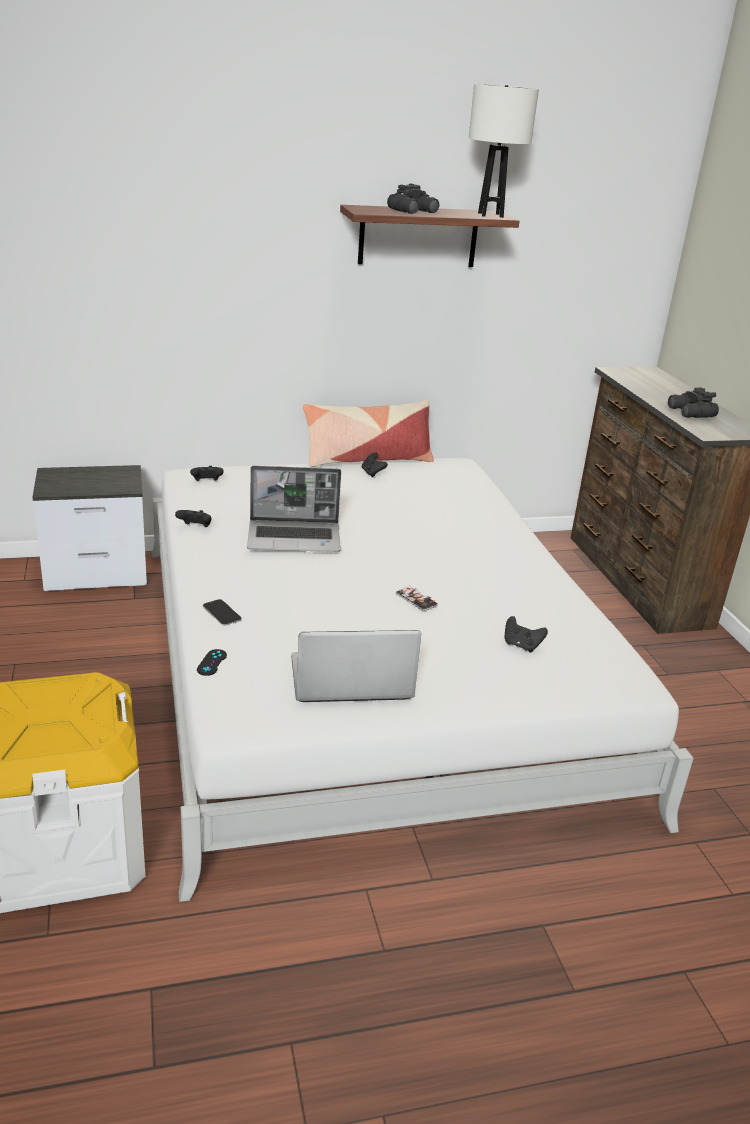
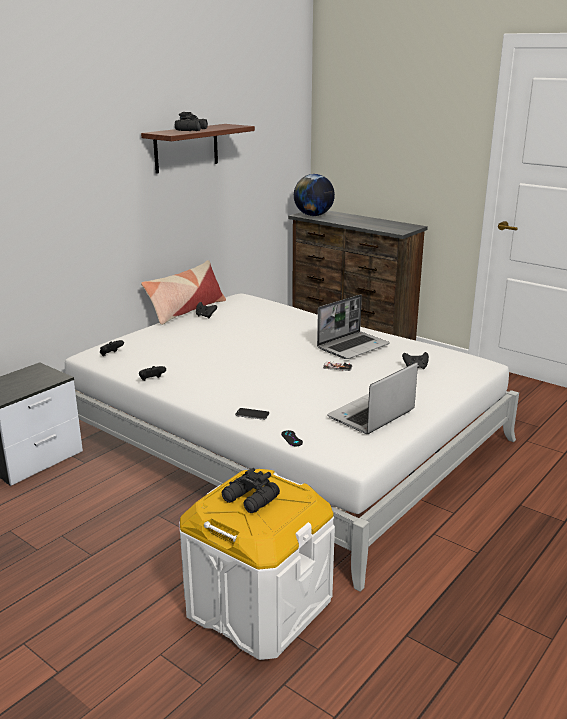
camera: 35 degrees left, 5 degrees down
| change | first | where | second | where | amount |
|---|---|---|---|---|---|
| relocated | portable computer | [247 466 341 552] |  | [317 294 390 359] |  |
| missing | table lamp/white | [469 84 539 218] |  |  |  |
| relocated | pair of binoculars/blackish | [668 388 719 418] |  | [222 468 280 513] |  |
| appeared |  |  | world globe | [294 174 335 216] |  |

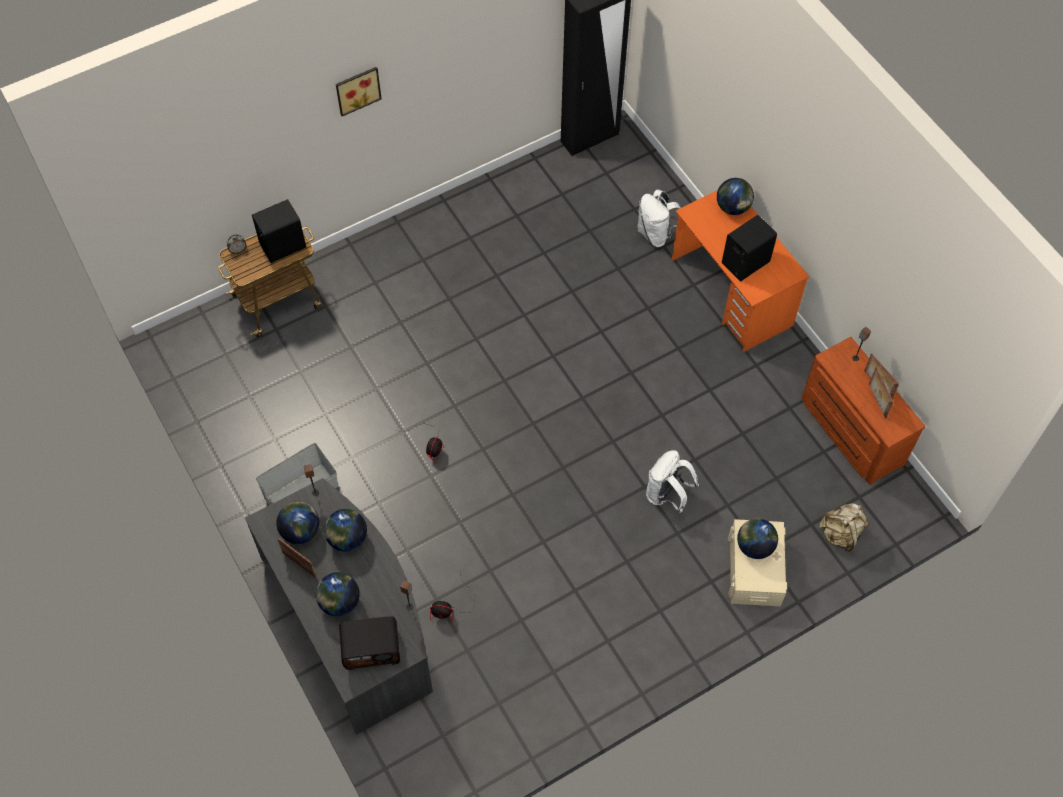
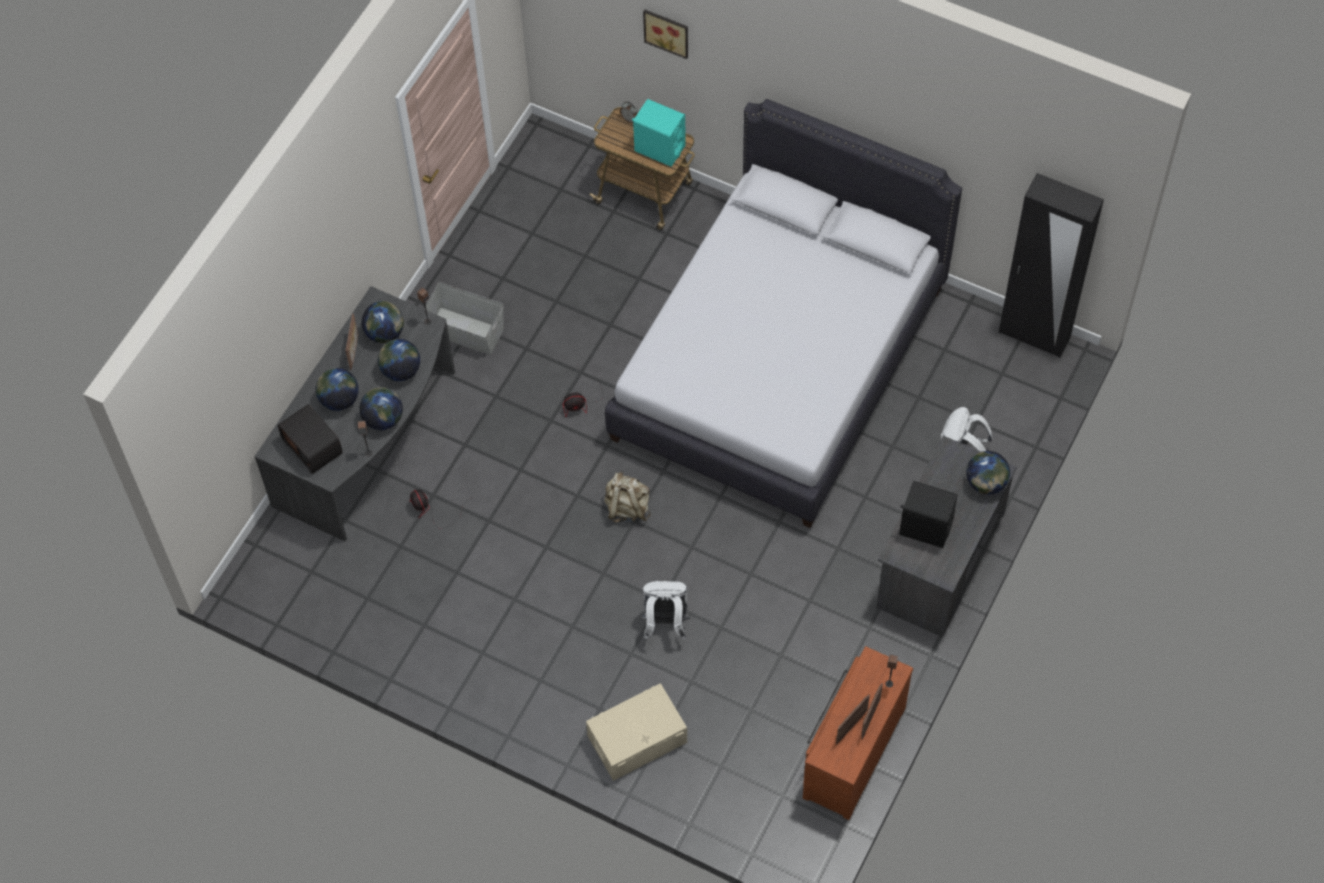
camera: 60 degrees right, 0 degrees up
| change | first | where | second | where | amount |
|---|---|---|---|---|---|
| colour | speaker/blackish | [252 199 306 263] | speaker/turquoise-coloured | [632 99 686 167] |  |
| relocated | wall art | [336 67 382 116] |  | [643 9 688 59] |  |
| colour | desk table/orange | [672 190 809 352] | desk table/greyish | [876 436 1017 637] |  |
| relocated | world globe | [737 519 778 559] |  | [360 387 403 430] |  |
| relocated | backpack/sand-coloured | [819 503 869 552] |  | [604 471 650 523] |  |
| appeared |  |  | sleeping bed/white | [605 99 962 528] |  |

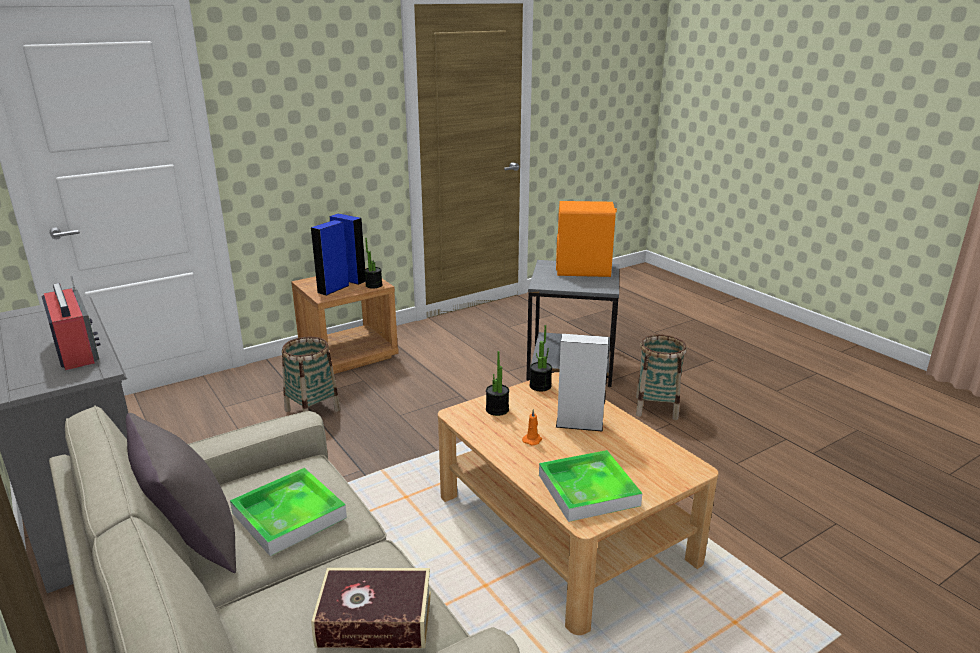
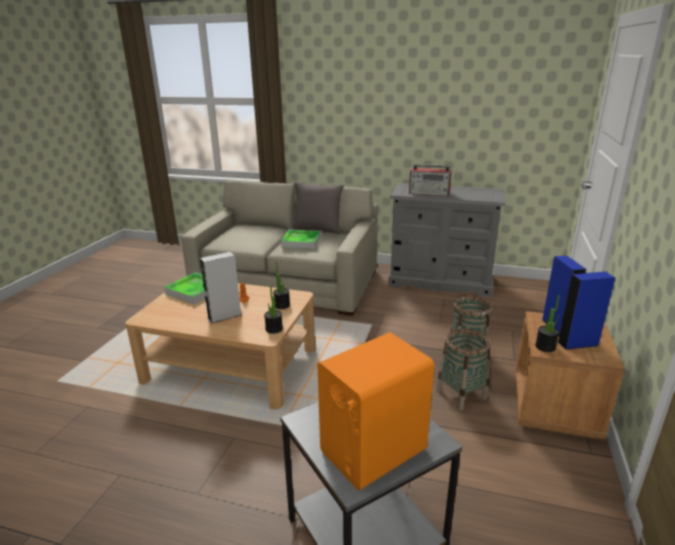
camera: 140 degrees right, 0 degrees up
| change | first | where | second | where | amount |
|---|---|---|---|---|---|
| missing | volume | [311 568 431 648] |  |  |  |
| relocated | basket | [636 334 687 420] |  | [436 329 490 411] |  |

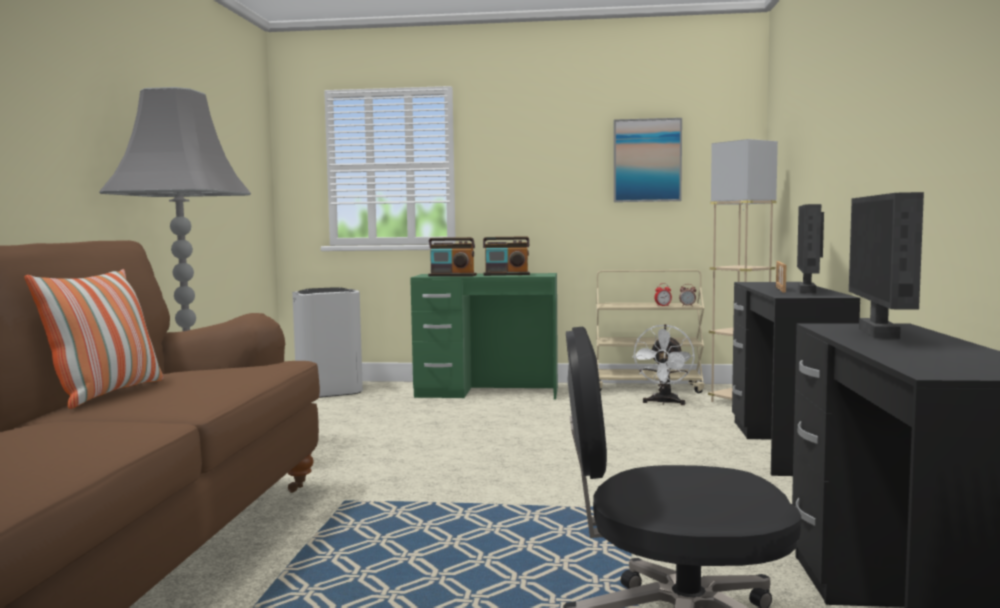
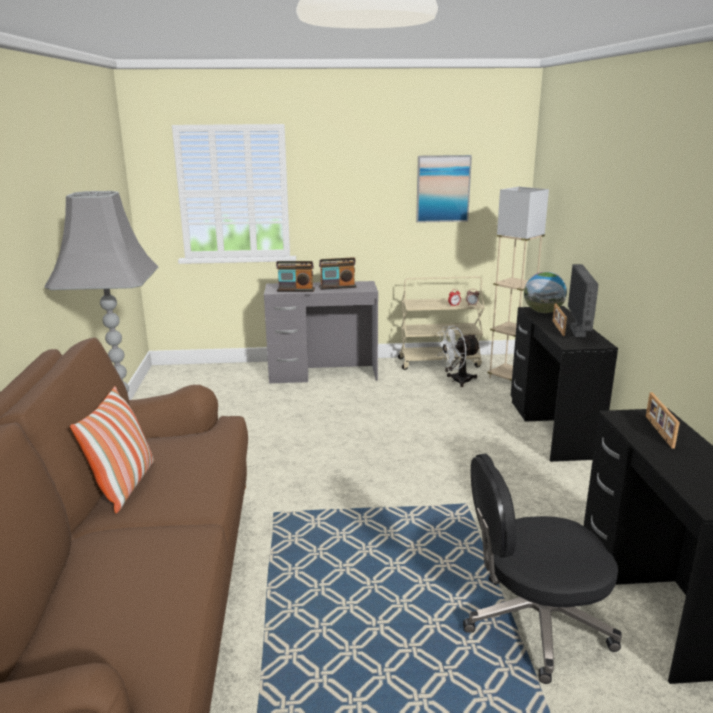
camera: 10 degrees left, 15 degrees up
| change | first | where | second | where | amount |
|---|---|---|---|---|---|
| missing | trash can/white | [292 287 363 398] |  |  |  |
| colour | desk table/green-coloured | [410 273 558 400] | desk table/greyish | [264 281 378 384] |  |
| spun | electric fan/white | [632 324 695 405] |  | [436 325 481 387] | 60 degrees clockwise |
| exchanged | computer screen | [849 192 924 339] | standing frame | [646 392 680 449] |  |
| appeared |  |  | world globe | [524 272 567 313] |  |

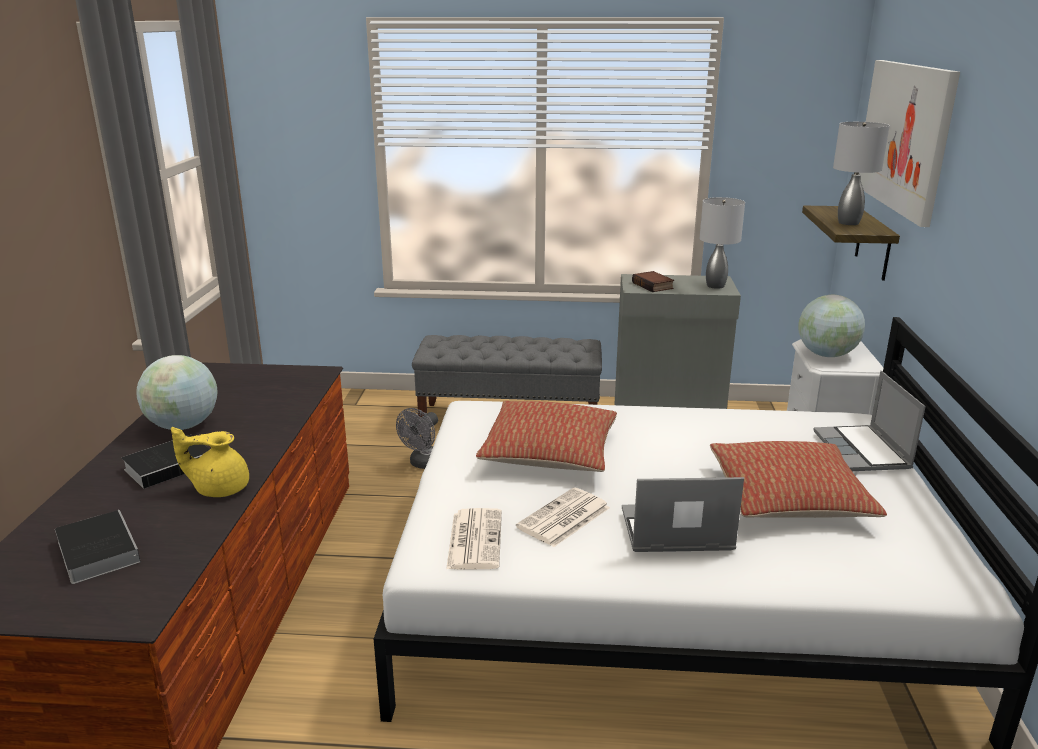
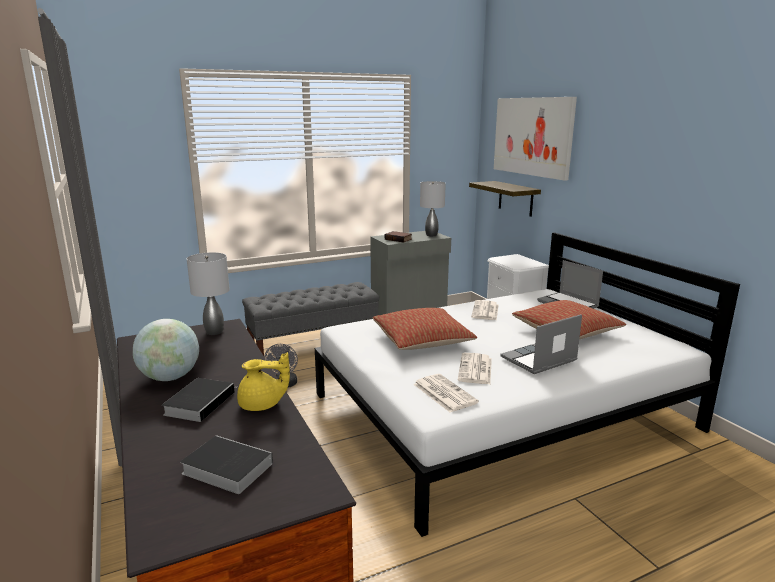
camera: 30 degrees left, 5 degrees down
| change | first | where | second | where | amount |
|---|---|---|---|---|---|
| spun | pot for tea/yellowish | [171 427 249 497] |  | [237 352 290 411] | 150 degrees counterclockwise |
| missing | world globe | [798 295 865 357] |  |  |  |
| relocated | table lamp/greyish | [833 122 890 225] |  | [187 252 230 335] |  |
| appeared |  |  | printed paper | [471 300 499 320] |  |

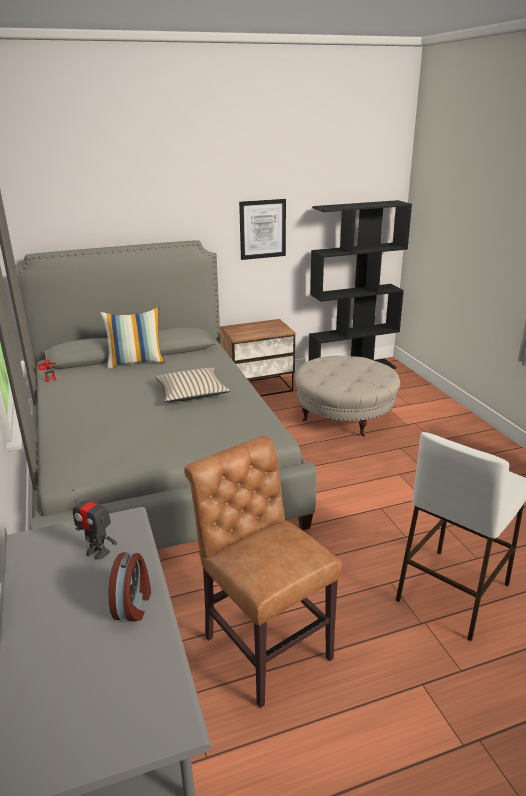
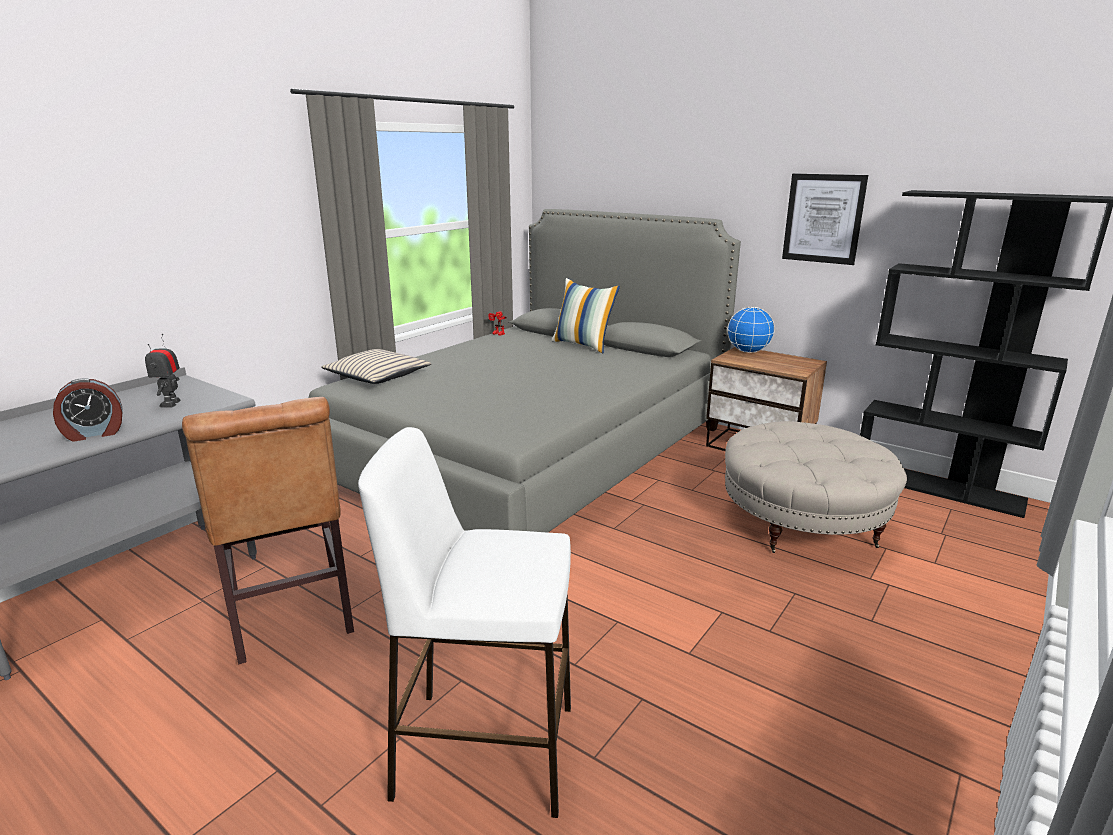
camera: 55 degrees right, 5 degrees down
| change | first | where | second | where | amount |
|---|---|---|---|---|---|
| relocated | cushion/sand-coloured | [155 368 230 402] |  | [321 349 431 384] |  |
| spun | plain chair/brown-coloured | [184 436 342 708] |  | [182 397 354 664] | 135 degrees clockwise |
| appeared |  |  | world globe | [727 307 775 353] |  |

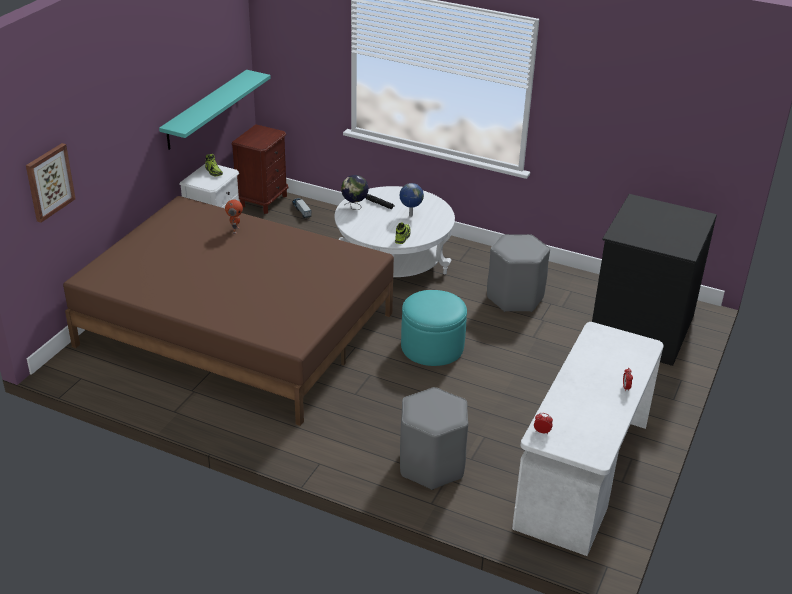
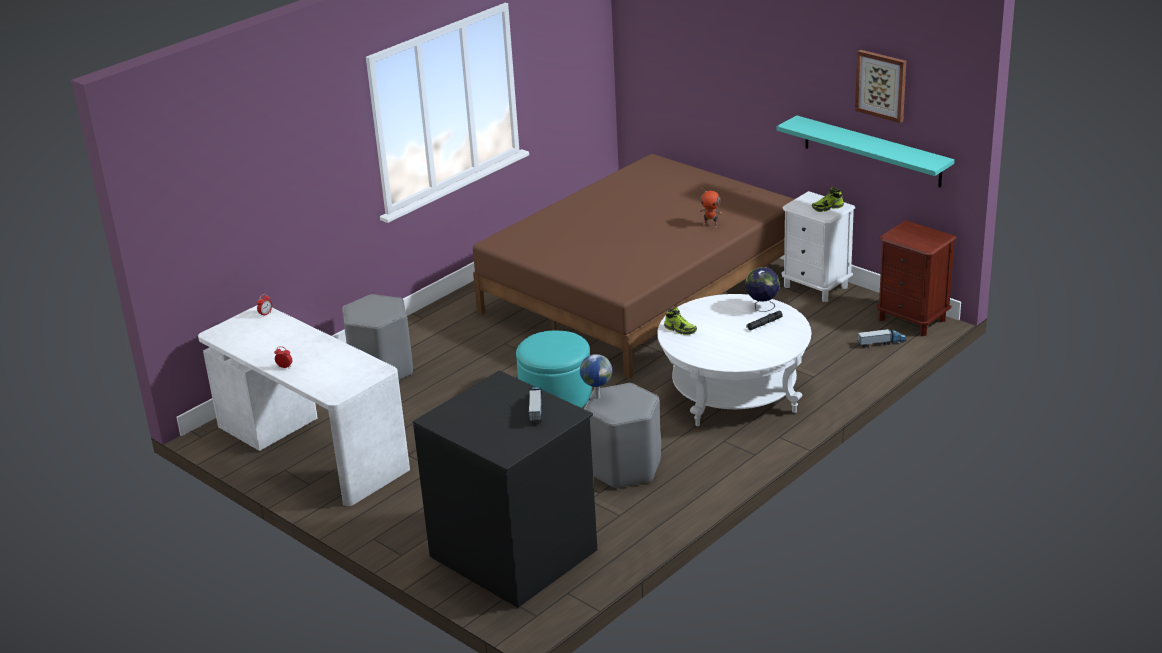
camera: 110 degrees right, 5 degrees down
| change | first | where | second | where | amount |
|---|---|---|---|---|---|
| relocated | wall art | [26 143 76 223] |  | [855 50 906 123] |  |
| relocated | world globe | [400 183 424 217] |  | [580 354 612 399] |  |
| appeared |  |  | toy truck | [529 387 542 424] |  |

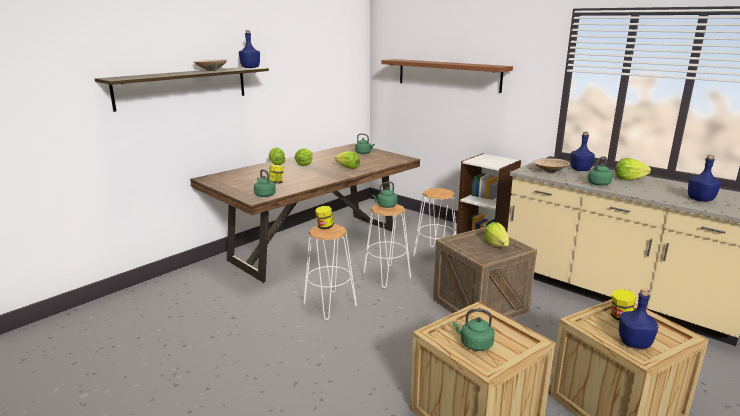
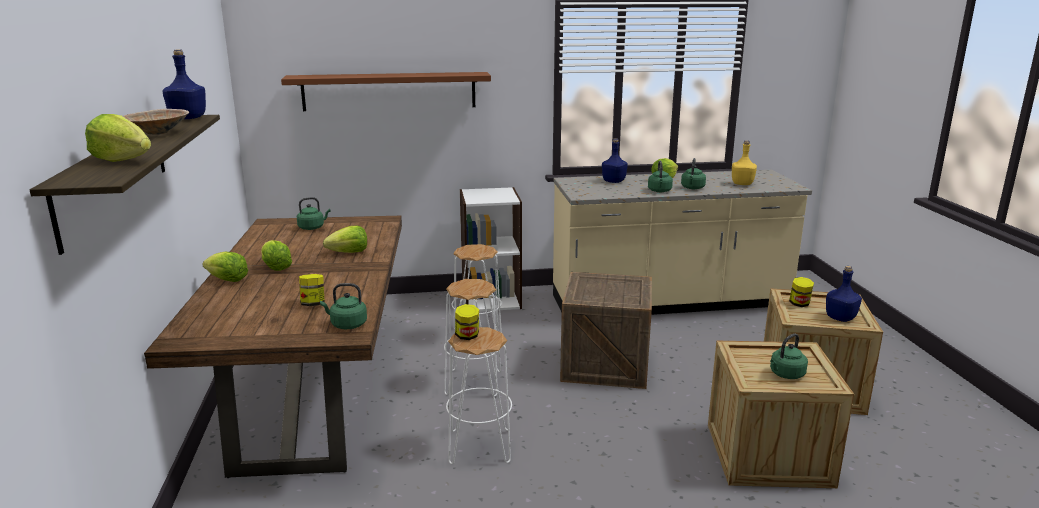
camera: 50 degrees left, 0 degrees up
| change | first | where | second | where | amount |
|---|---|---|---|---|---|
| relocated | kettle/green-coloured | [372 182 397 208] |  | [681 158 706 189] |  |
| relocated | lettuce head | [484 222 509 247] |  | [85 114 151 162] |  |
| missing | deep dish/sand-coloured | [533 158 570 173] |  |  |  |
| colour | drink bottle/blue-coloured | [688 155 721 202] | drink bottle/yellowish | [732 140 757 185] |  |

